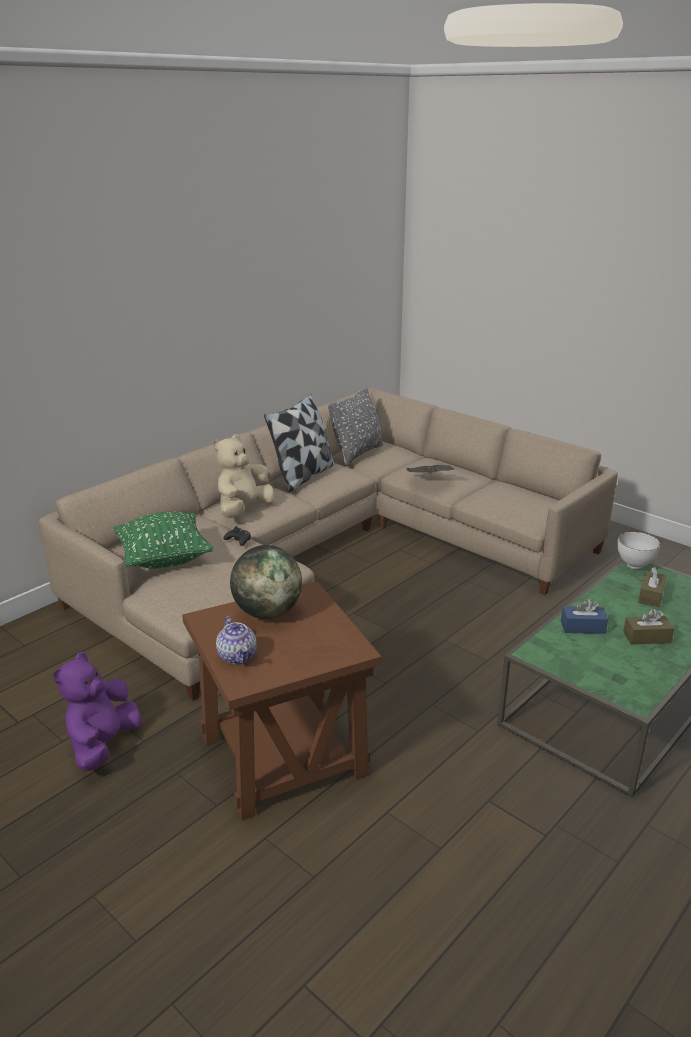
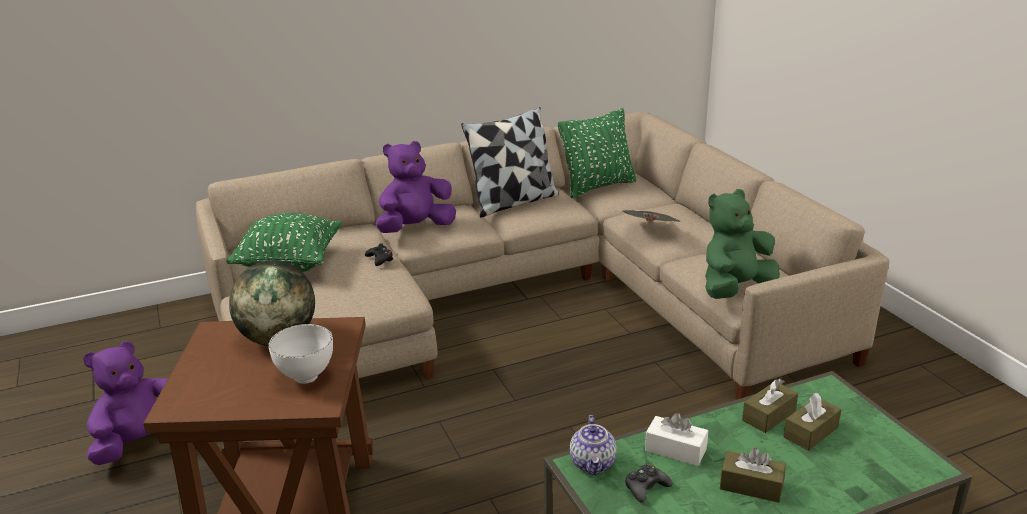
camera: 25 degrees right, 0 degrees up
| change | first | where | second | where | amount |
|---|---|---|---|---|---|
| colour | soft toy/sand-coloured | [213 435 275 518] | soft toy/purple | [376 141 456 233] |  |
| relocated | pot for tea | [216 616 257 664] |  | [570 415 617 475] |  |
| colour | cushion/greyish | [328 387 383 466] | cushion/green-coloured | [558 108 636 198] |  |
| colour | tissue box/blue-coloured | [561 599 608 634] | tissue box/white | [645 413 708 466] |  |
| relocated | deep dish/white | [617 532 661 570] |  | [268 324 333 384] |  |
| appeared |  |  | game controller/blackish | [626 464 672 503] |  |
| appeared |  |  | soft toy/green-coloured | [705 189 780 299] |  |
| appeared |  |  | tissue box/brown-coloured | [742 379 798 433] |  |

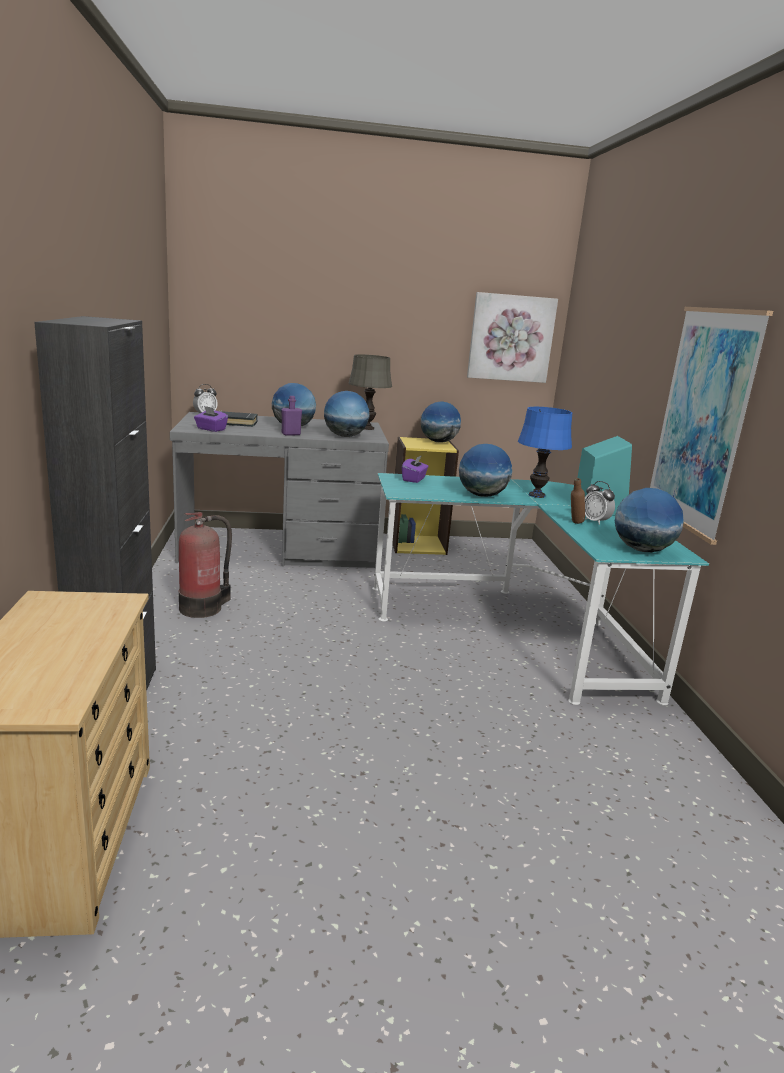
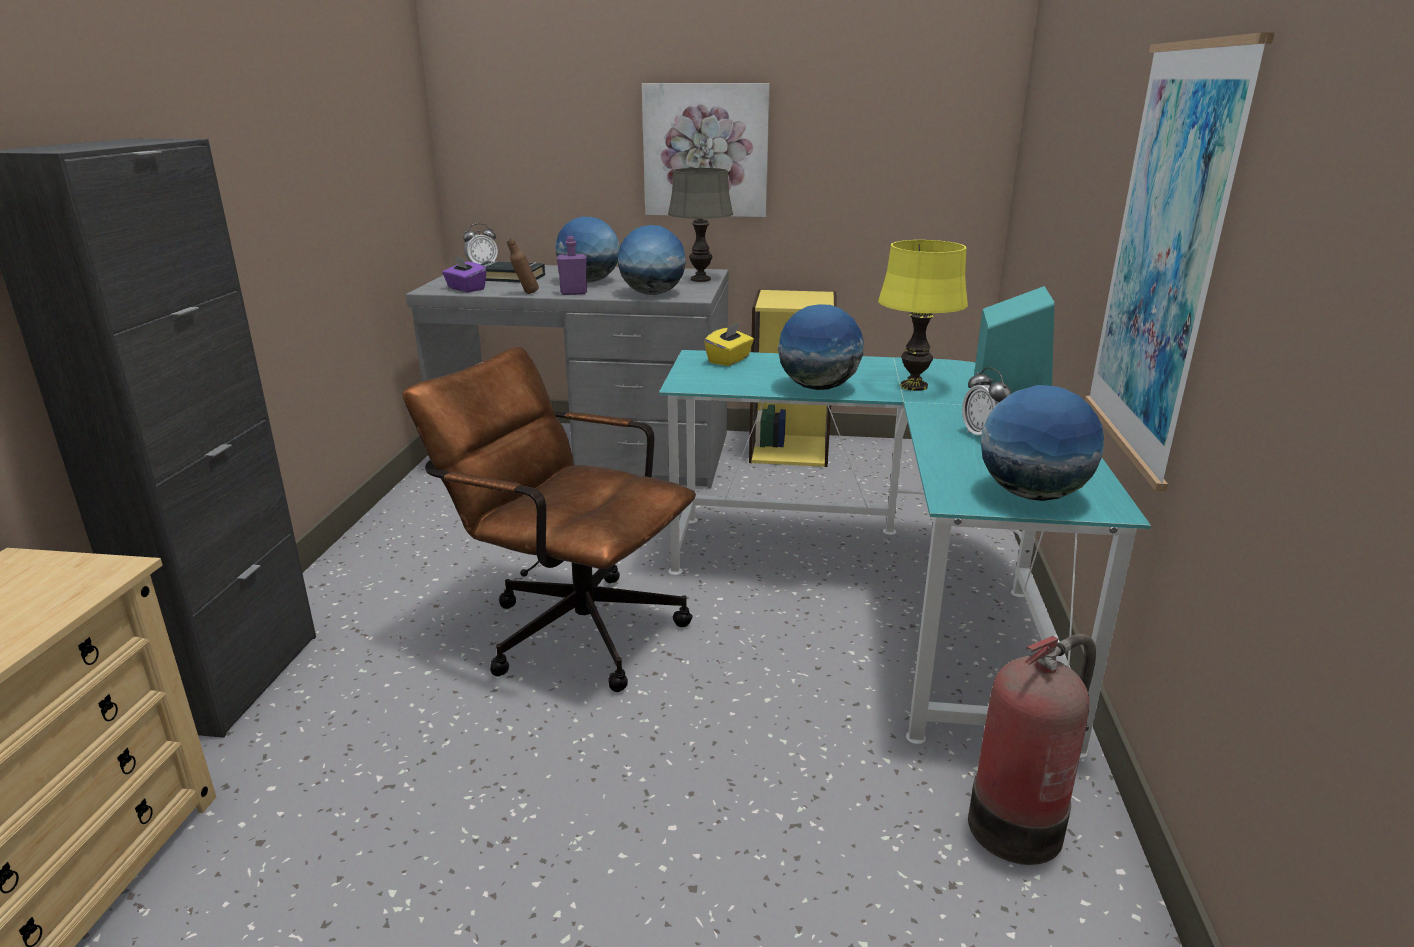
camera: 15 degrees right, 5 degrees up
| change | first | where | second | where | amount |
|---|---|---|---|---|---|
| relocated | extinguisher | [179 512 232 618] |  | [968 634 1096 865] |  |
| colour | tissue box/purple | [402 455 429 483] | tissue box/yellowish | [705 322 754 366] |  |
| missing | world globe | [421 401 461 443] |  |  |  |
| relocated | wall art | [467 292 558 383] |  | [642 83 770 217] |  |
| colour | table lamp/blue-coloured | [518 407 572 498] | table lamp/yellowish | [878 240 968 391] |  |
| relocated | drink bottle/brown-coloured | [571 478 585 524] |  | [507 238 539 294] |  |
| appeared |  |  | desk chair/brown-coloured | [402 346 696 692] |  |

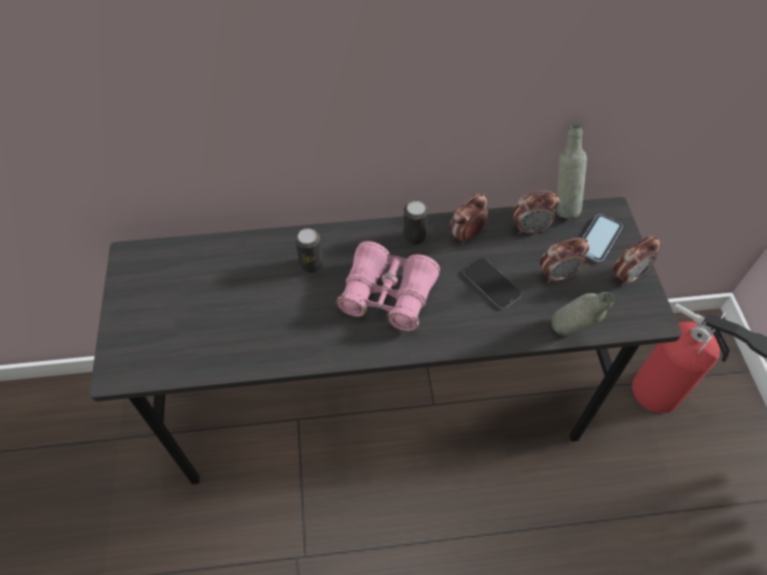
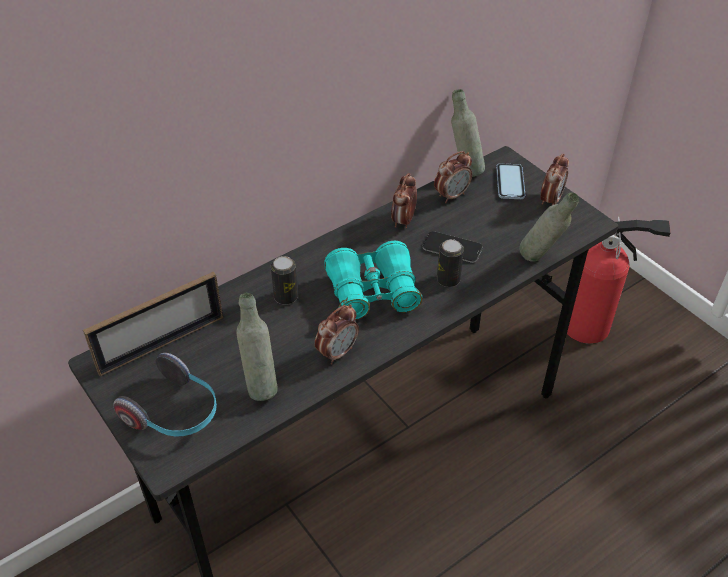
camera: 30 degrees left, 10 degrees down
| change | first | where | second | where | amount |
|---|---|---|---|---|---|
| colour | pair of binoculars/pink-coloured | [336 241 440 332] | pair of binoculars/turquoise-coloured | [324 241 422 320] |  |
| relocated | sealed can | [403 201 428 245] |  | [437 239 464 287] |  |
| relocated | table clock | [540 238 589 283] |  | [315 304 359 364] |  |
| appeared |  |  | standing frame | [83 272 223 376] |  |
| appeared |  |  | headphones | [114 353 217 437] |  |
| appeared |  |  | drink bottle/greyish | [236 293 278 401] |  |

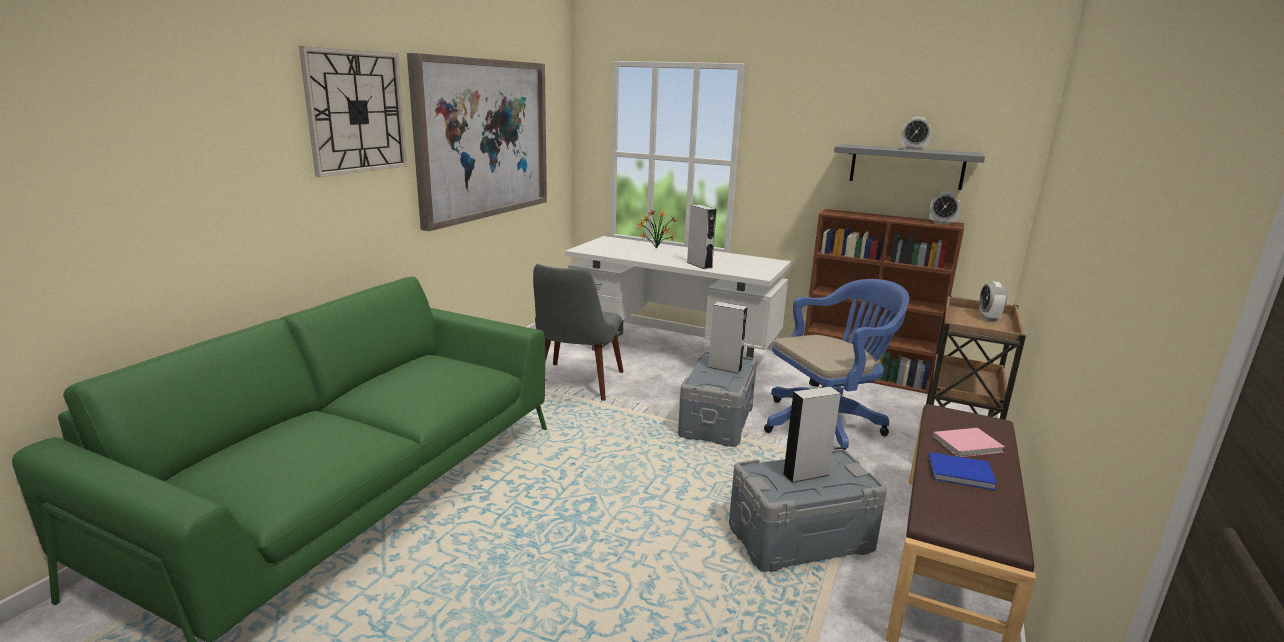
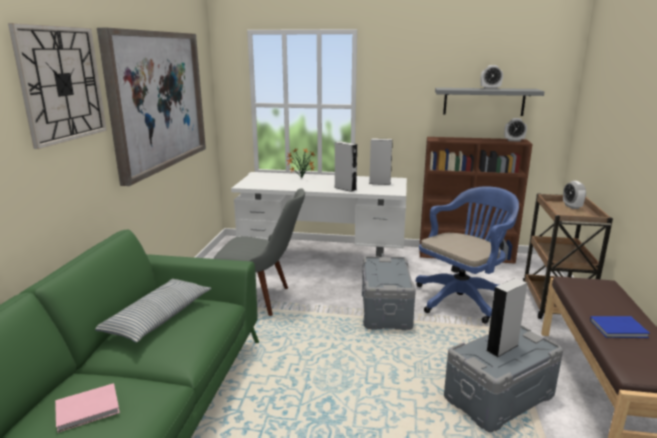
camera: 15 degrees left, 0 degrees up
| change | first | where | second | where | amount |
|---|---|---|---|---|---|
| spun | plain chair/greyish | [533 264 624 401] |  | [213 188 305 316] | 75 degrees counterclockwise |
| relocated | speaker/greyish | [708 302 747 374] |  | [369 138 393 185] |  |
| relocated | volume/pink-coloured | [933 428 1005 457] |  | [55 383 120 433] |  |
| appeared |  |  | cushion | [95 279 211 342] |  |

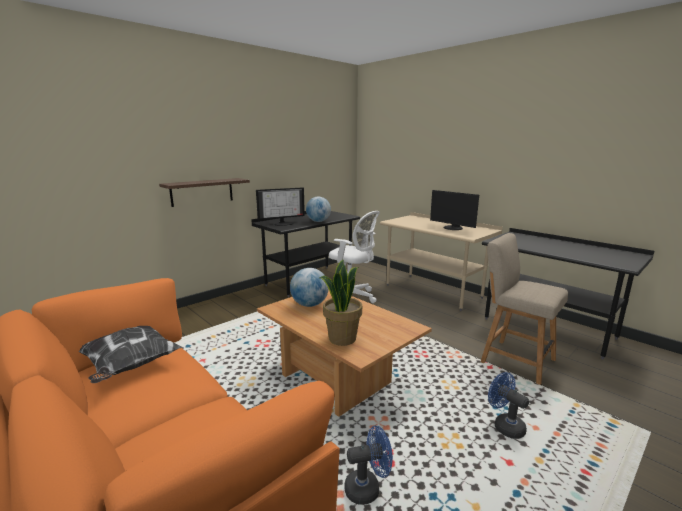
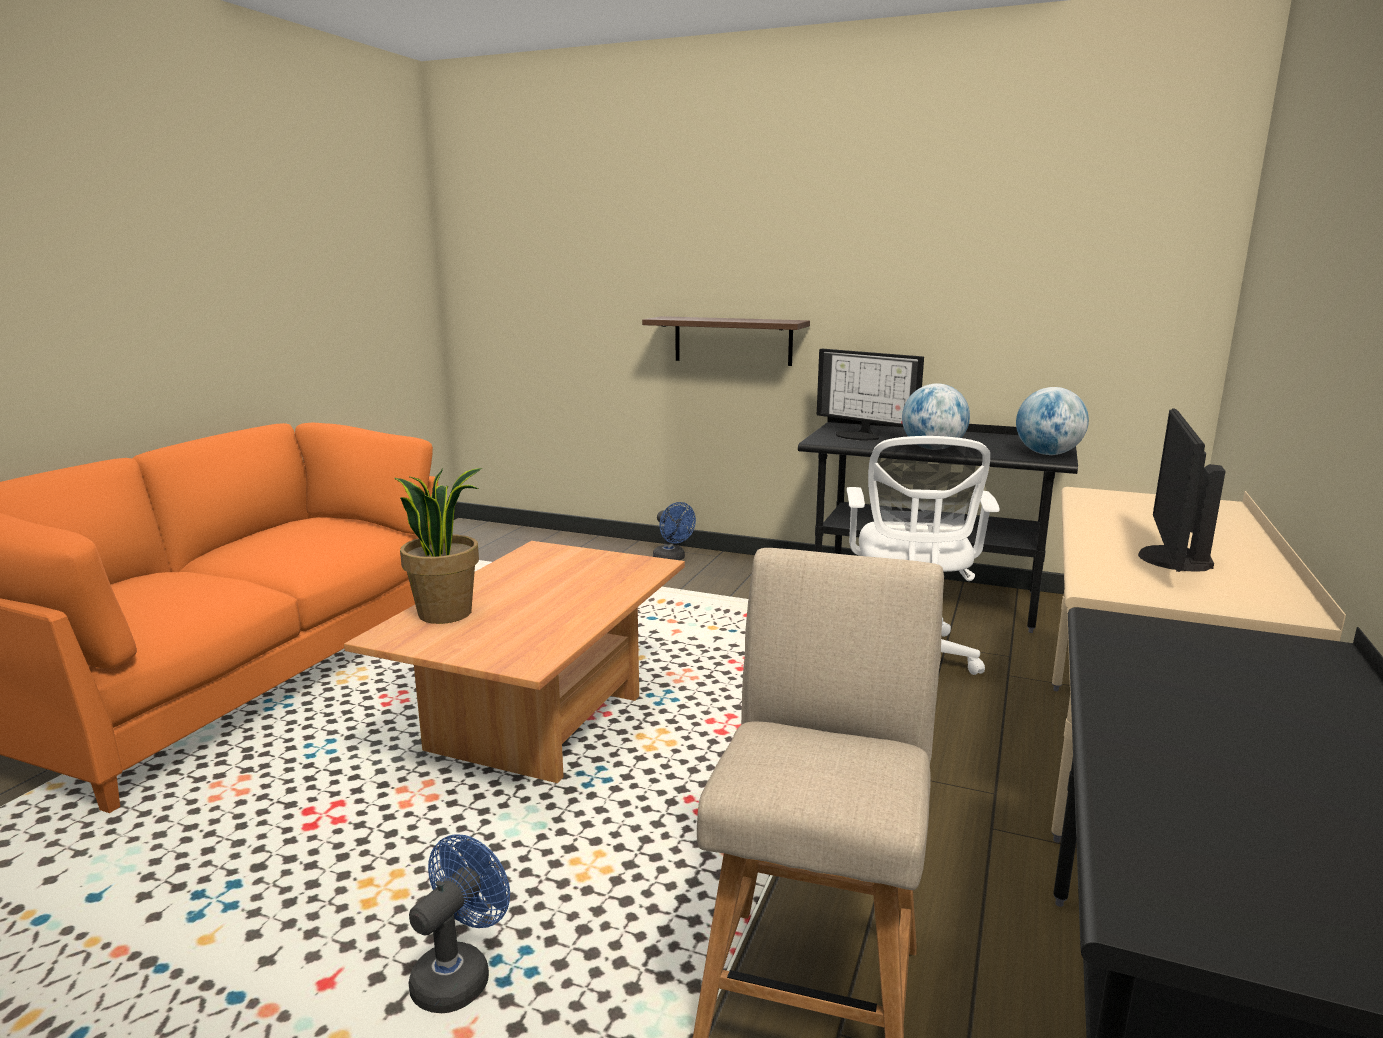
camera: 65 degrees right, 0 degrees up
| change | first | where | second | where | amount |
|---|---|---|---|---|---|
| missing | cushion | [78 326 182 383] |  |  |  |
| relocated | world globe | [290 268 329 307] |  | [1016 387 1089 455] |  |
| relocated | electric fan/blue-coloured | [345 426 393 505] |  | [653 502 696 560] |  |

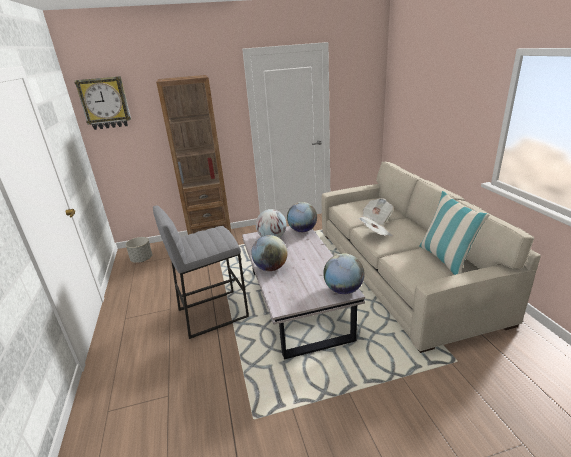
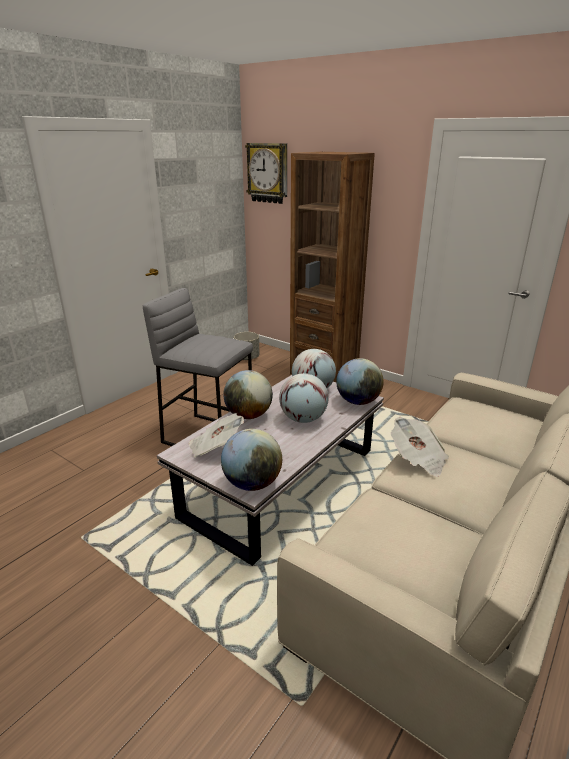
camera: 50 degrees right, 0 degrees up
| change | first | where | second | where | amount |
|---|---|---|---|---|---|
| relocated | printed paper | [362 198 394 226] |  | [188 413 244 458] |  |
| missing | cushion | [419 191 489 275] |  |  |  |
| appeared |  |  | world globe | [279 373 329 423] |  |

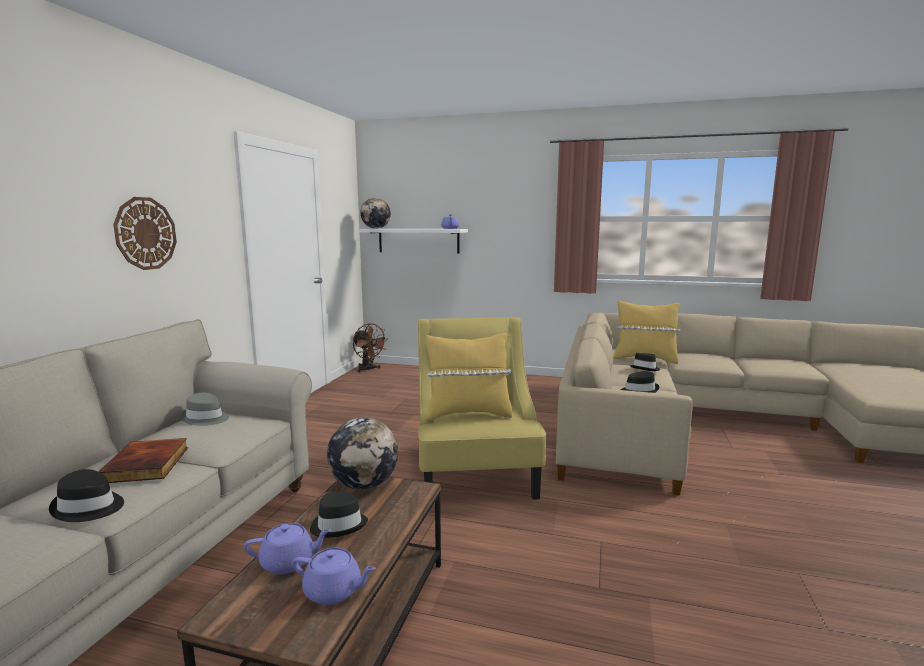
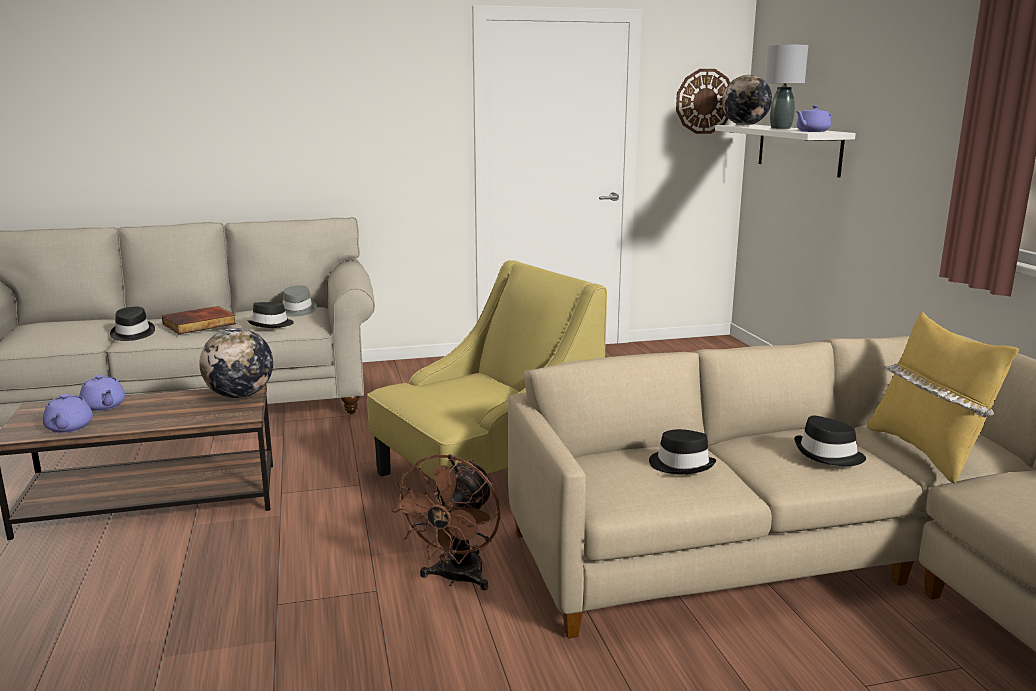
camera: 60 degrees right, 5 degrees up
| change | first | where | second | where | amount |
|---|---|---|---|---|---|
| relocated | hanging clock | [113 197 177 270] |  | [676 69 730 134] |  |
| relocated | clothing hat/blackish | [310 491 368 538] |  | [247 302 294 328] |  |
| relocated | electric fan/brown-coloured | [353 323 388 373] |  | [391 454 500 591] |  |
| missing | cushion/yellowish | [426 333 512 420] |  |  |  |
| appeared |  |  | table lamp/greyish | [765 45 808 129] |  |

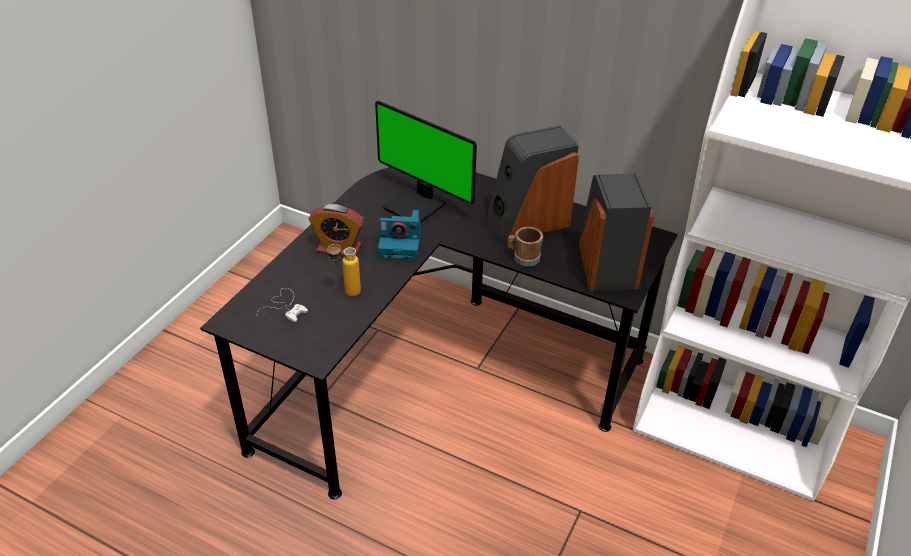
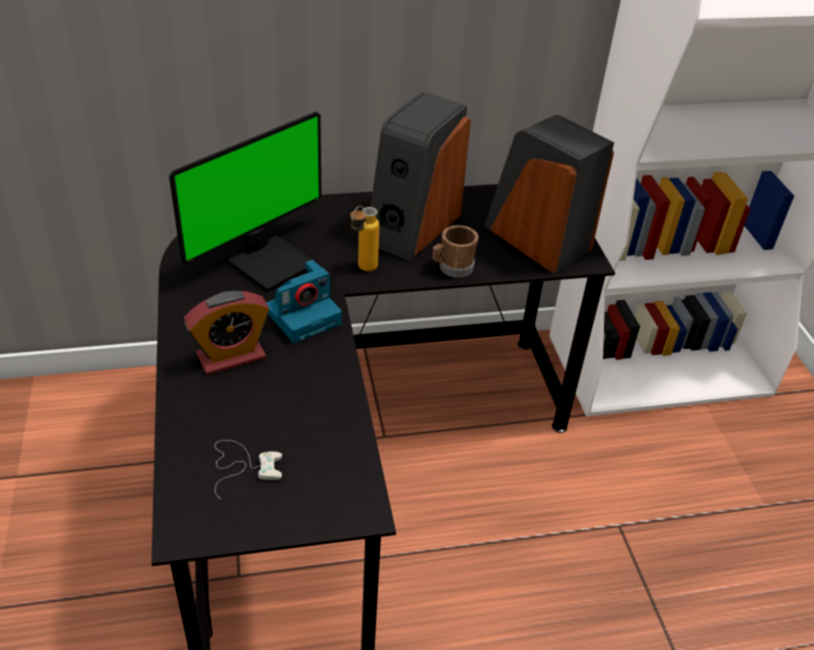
camera: 40 degrees left, 0 degrees up
| change | first | where | second | where | amount |
|---|---|---|---|---|---|
| relocated | drink bottle | [327 244 361 296] |  | [350 206 380 271] |  |
| spun | computer screen | [375 100 477 222] |  | [169 111 321 291] | 45 degrees counterclockwise |

